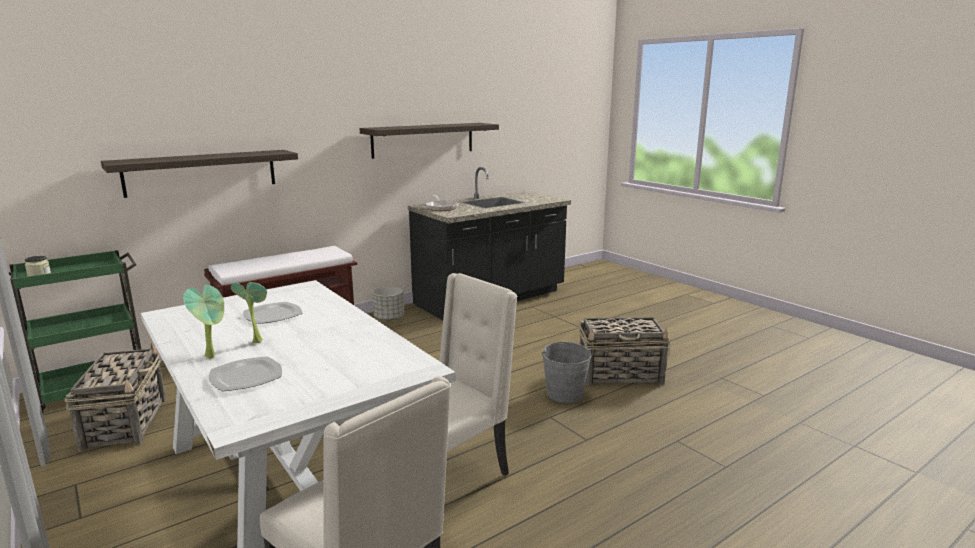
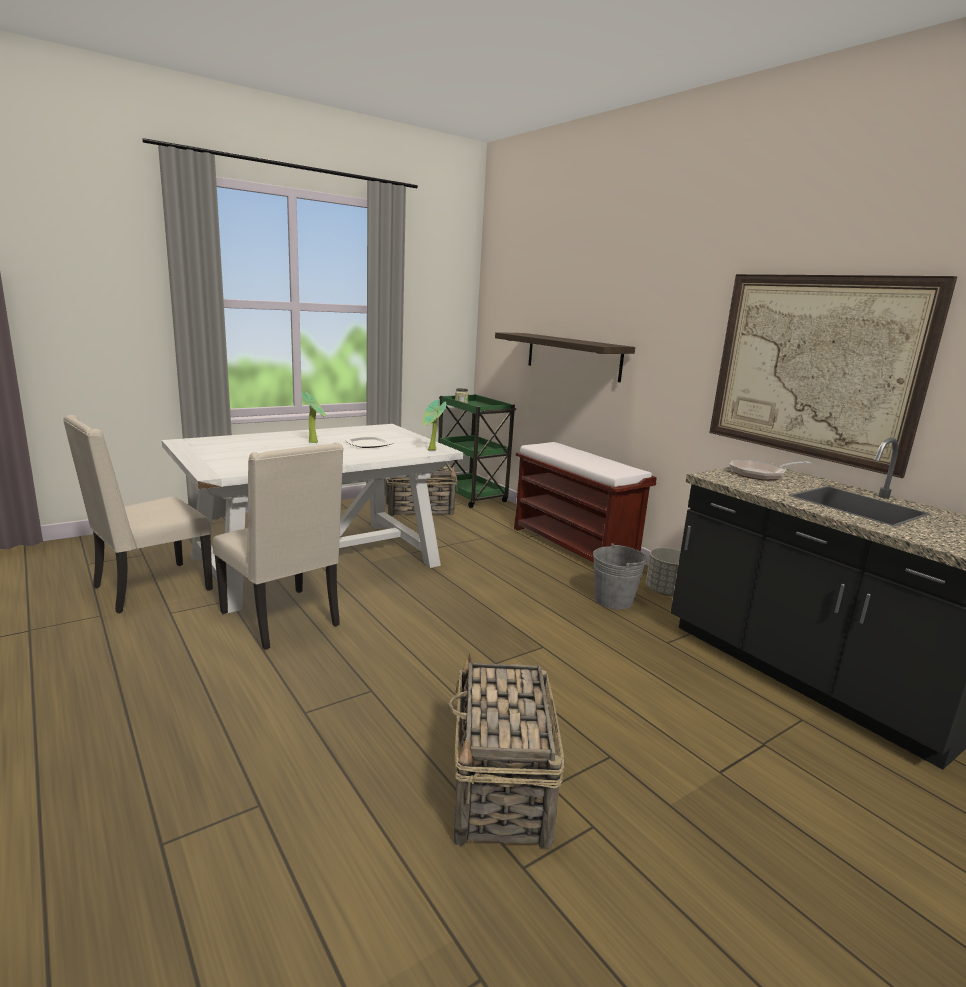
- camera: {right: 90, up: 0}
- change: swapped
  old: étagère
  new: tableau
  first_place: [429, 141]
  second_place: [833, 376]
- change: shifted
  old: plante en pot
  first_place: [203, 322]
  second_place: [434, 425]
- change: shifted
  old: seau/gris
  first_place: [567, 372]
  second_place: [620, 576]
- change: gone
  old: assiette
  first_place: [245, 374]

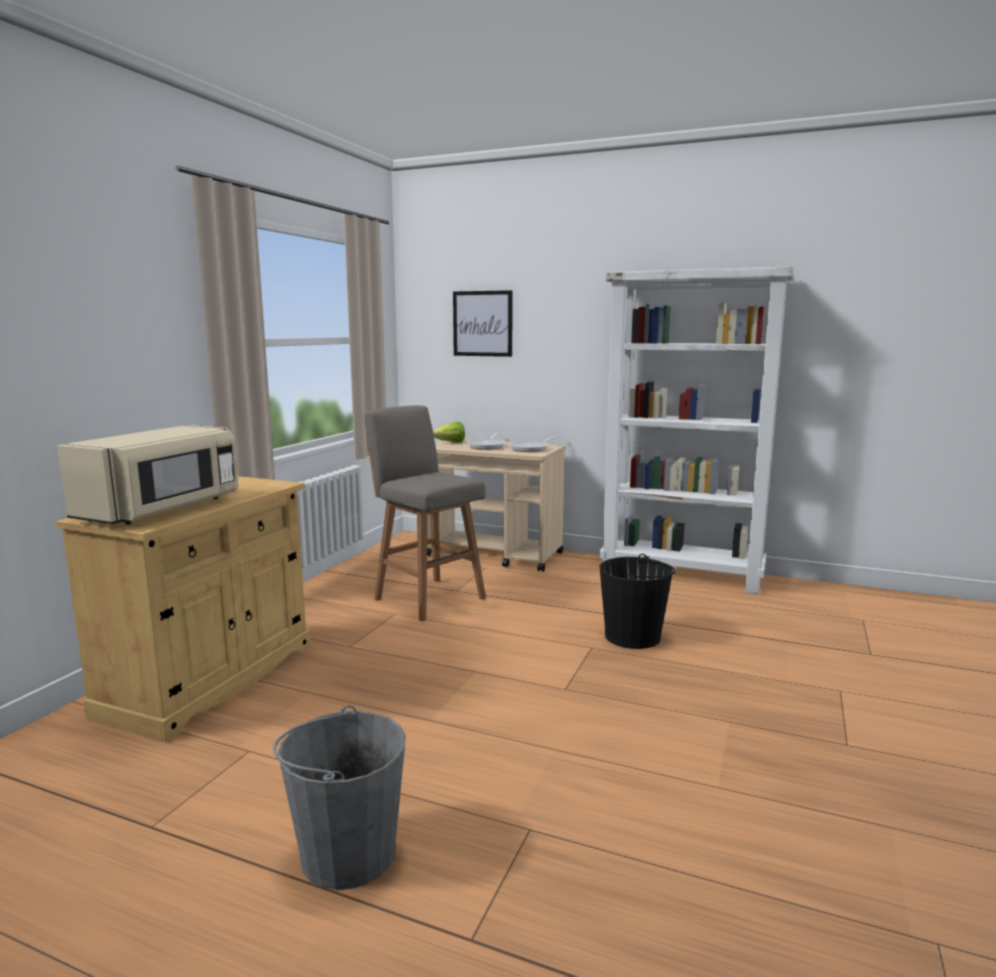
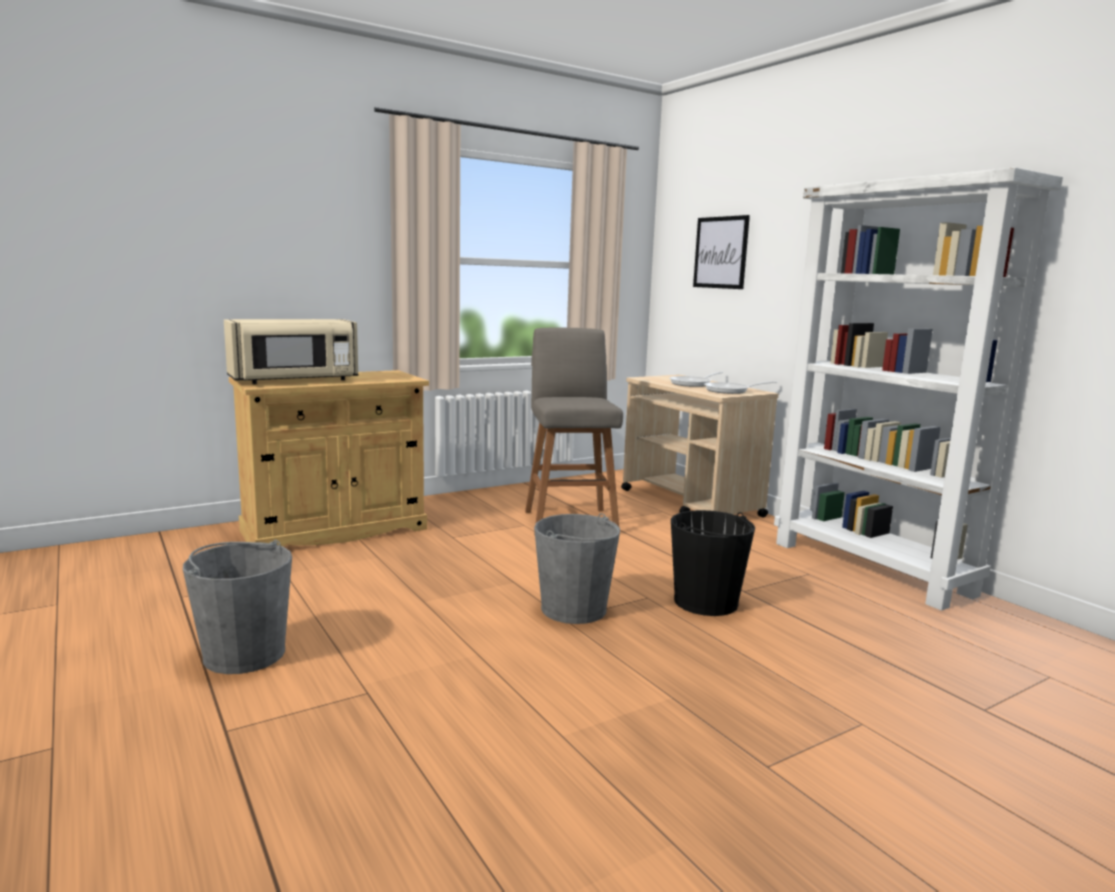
- camera: {right: 35, up: 0}
- change: gone
  old: laitue
  first_place: [449, 432]
- change: new
  new: seau/gris
  second_place: [577, 568]

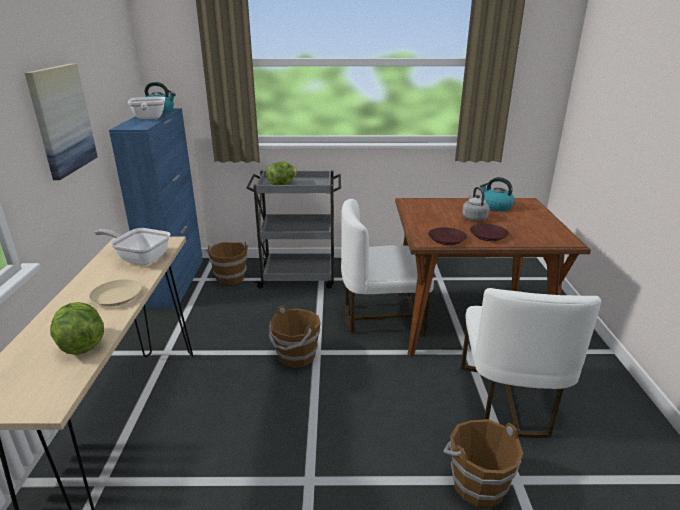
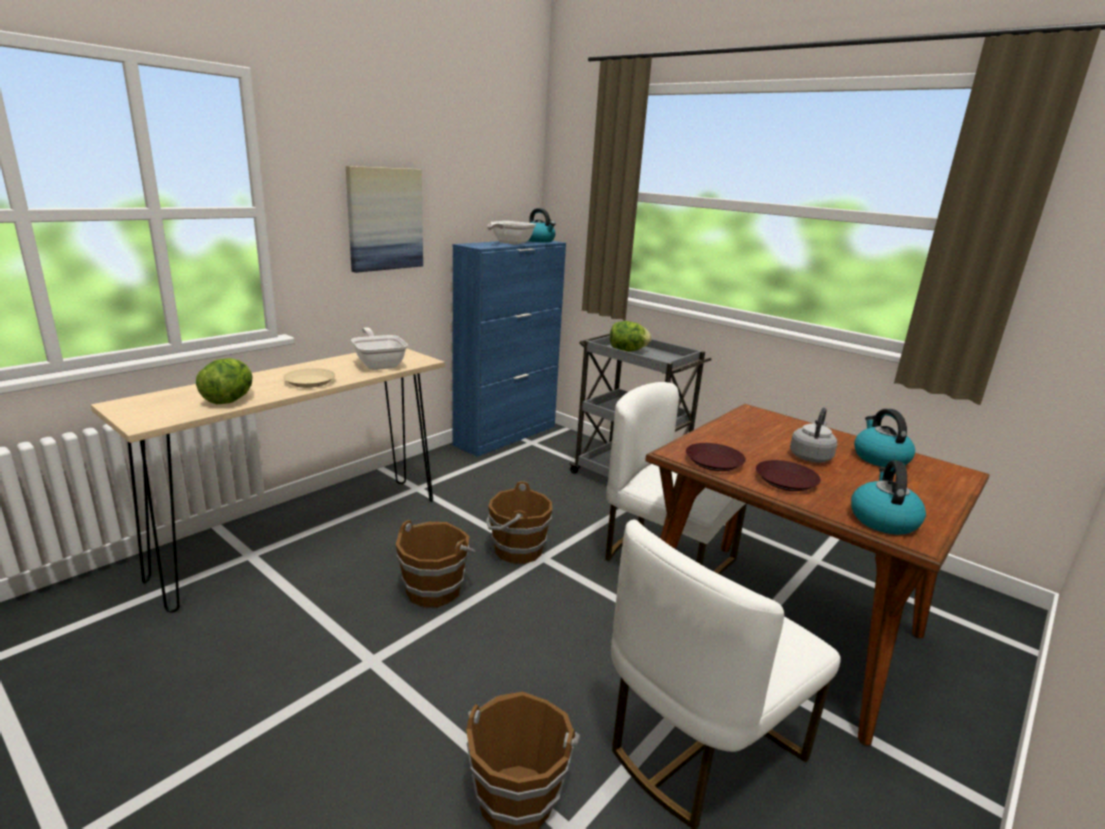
- camera: {right: 40, up: -5}
- change: shifted
  old: seau/marron
  first_place: [227, 263]
  second_place: [435, 564]
- change: new
  new: bouilloire
  second_place: [888, 497]

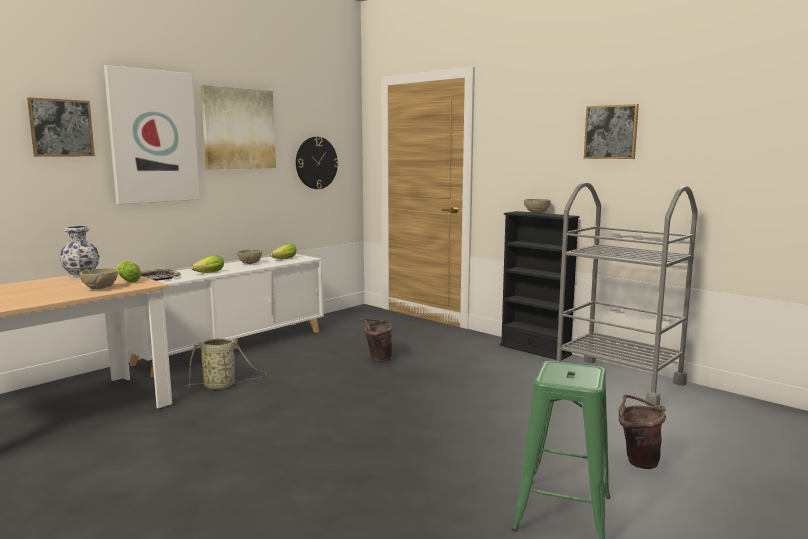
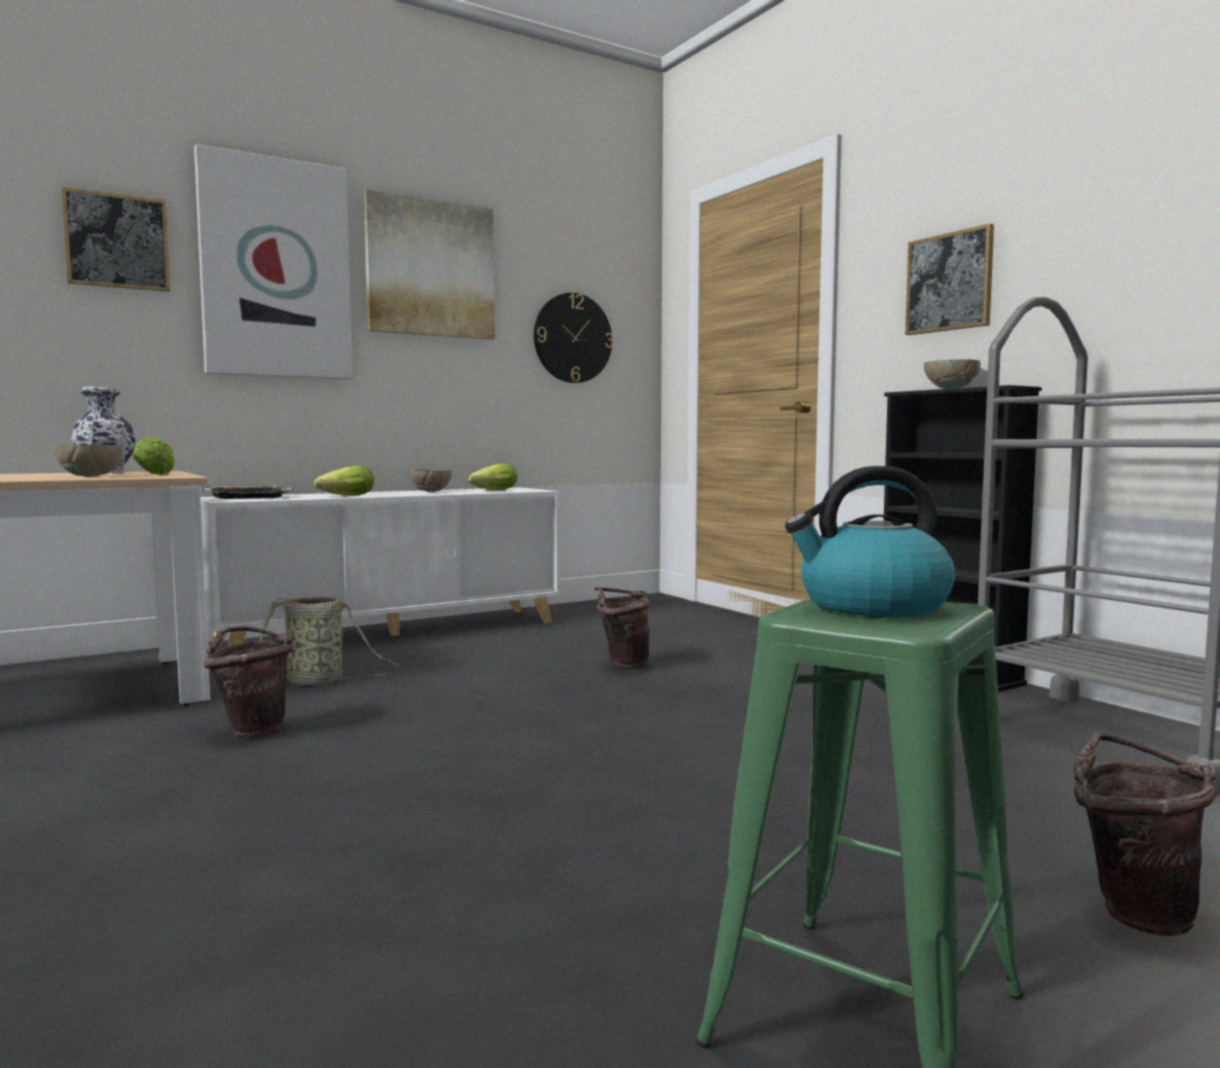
- camera: {right: 15, up: -5}
- change: shifted
  old: tableau
  first_place: [611, 131]
  second_place: [949, 279]
- change: new
  new: bouilloire
  second_place: [870, 541]
- change: new
  new: seau/marron
  second_place: [248, 682]

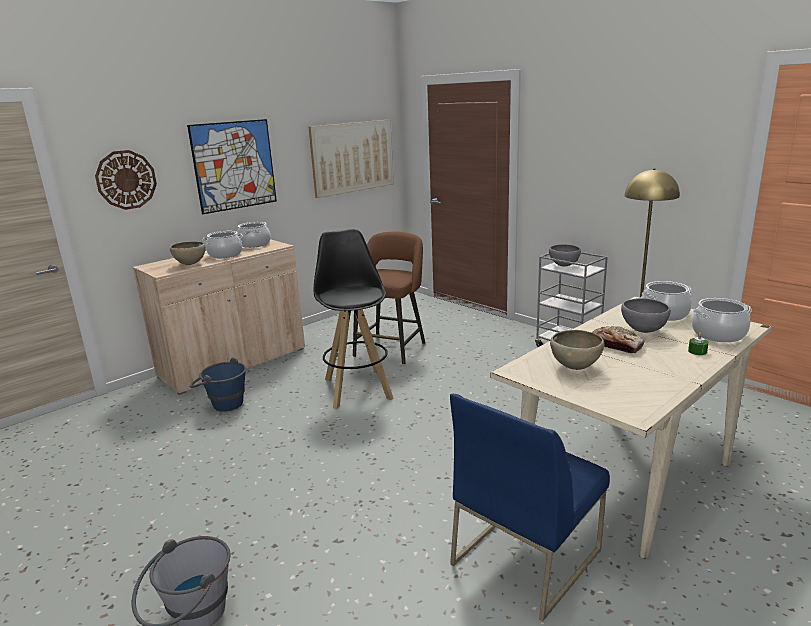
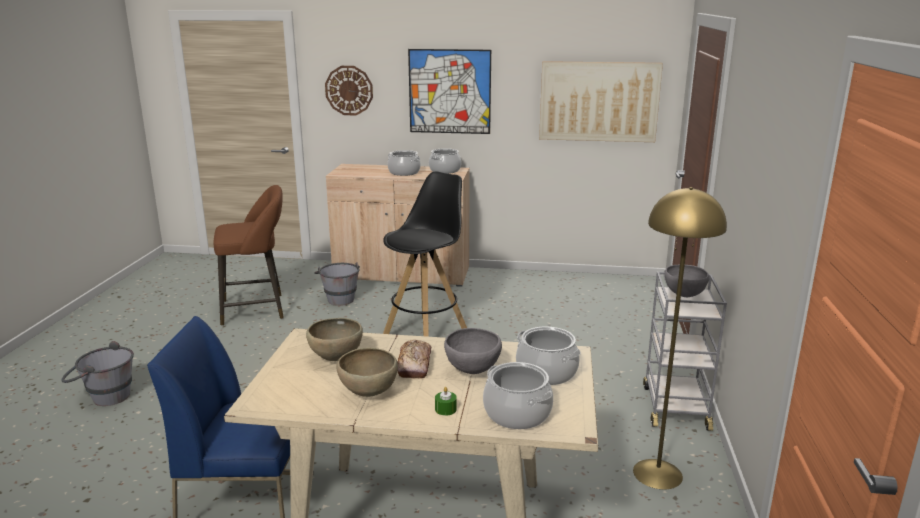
- camera: {right: 50, up: 0}
- change: shifted
  old: tabouret/marron
  first_place: [389, 298]
  second_place: [248, 255]
- change: shifted
  old: bol/marron
  first_place: [188, 253]
  second_place: [367, 372]
- change: repainted
  old: seau/bleu
  new: seau/gris
  first_place: [217, 384]
  second_place: [337, 284]

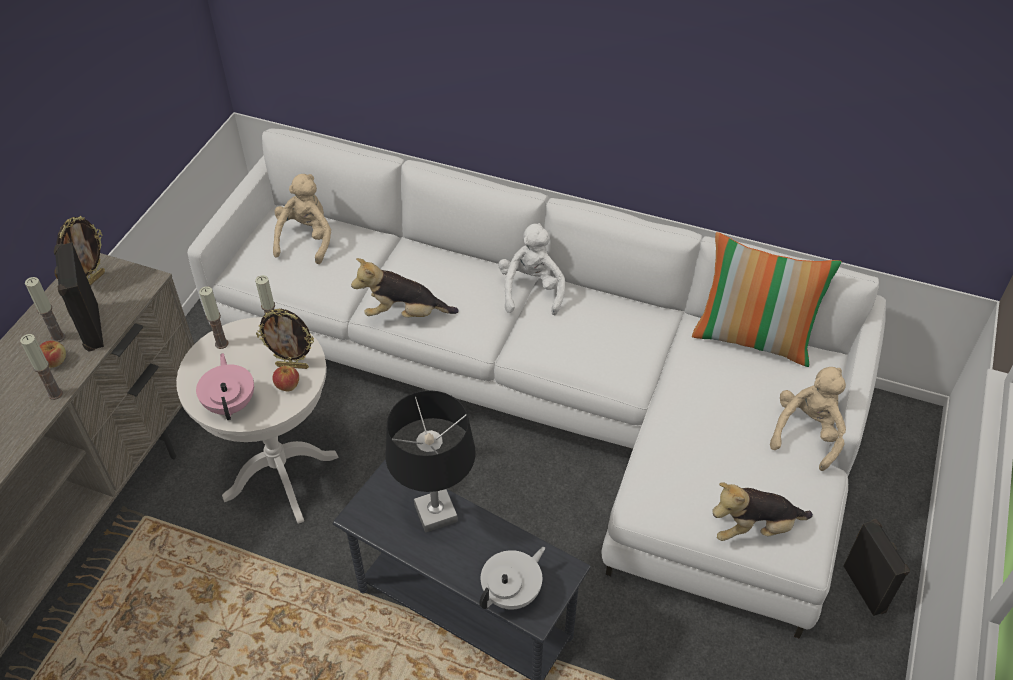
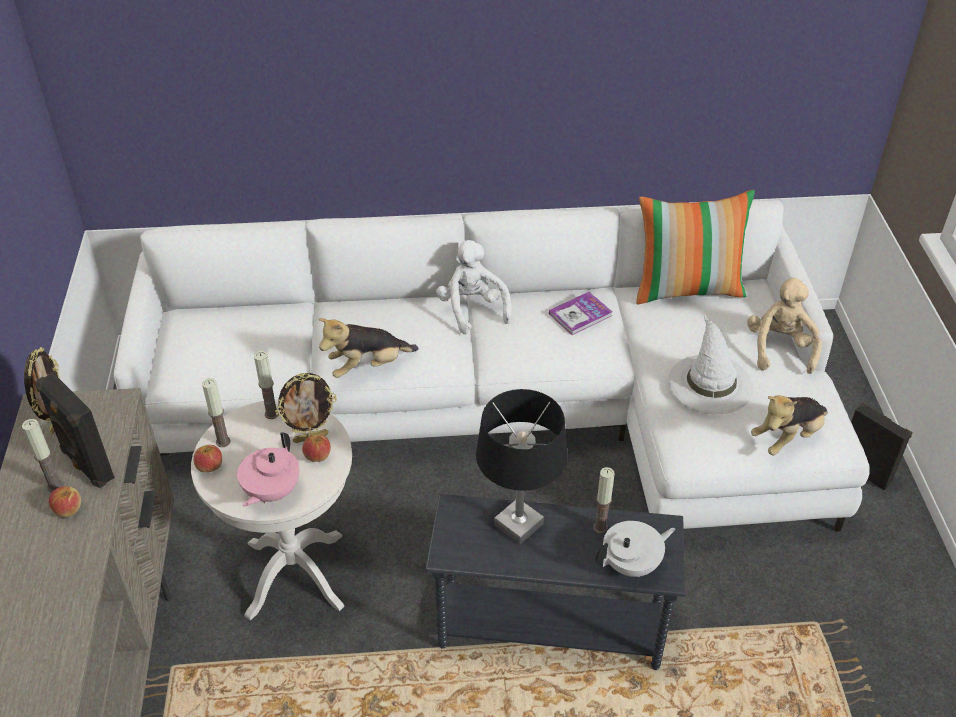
- camera: {right: -25, up: -5}
- change: gone
  old: peluche/beige
  first_place: [302, 219]
- change: shifted
  old: bougie
  first_place: [41, 367]
  second_place: [604, 500]
- change: rotated
  old: théière/rose
  first_place: [225, 386]
  second_place: [268, 469]
  degrees: -120
- change: rotated
  old: théière/blanc
  first_place: [512, 578]
  second_place: [635, 549]
  degrees: 45
- change: new
  new: livre
  second_place: [580, 313]
- change: new
  new: chapeau/blanc
  second_place: [711, 364]
- change: new
  new: pomme
  second_place: [208, 459]

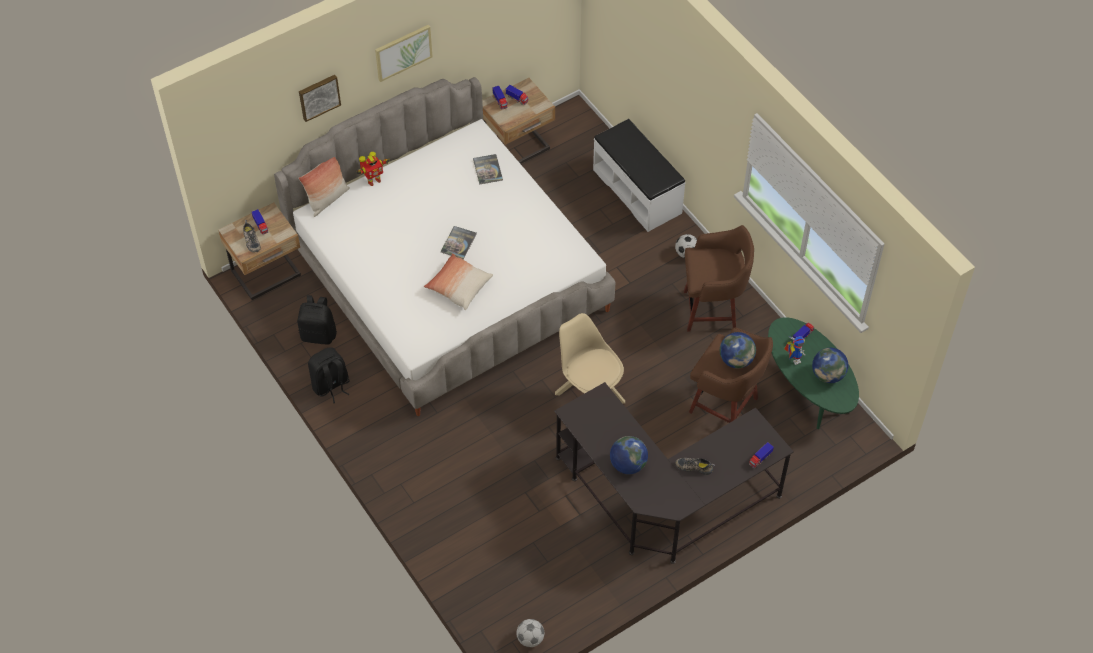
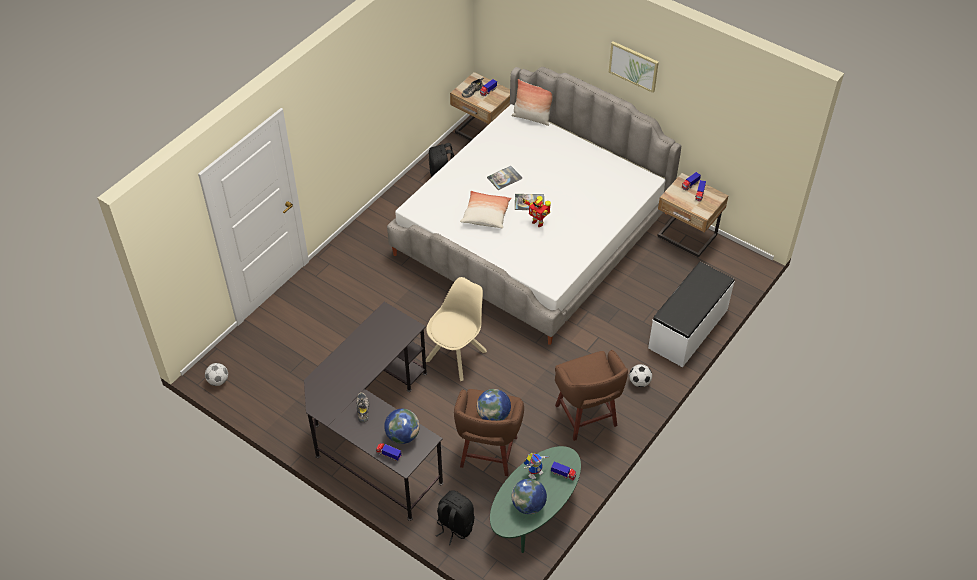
- camera: {right: 70, up: -5}
- change: gone
  old: tableau
  first_place: [320, 98]
- change: shifted
  old: robot jouet
  first_place: [373, 169]
  second_place: [536, 211]
- change: shifted
  old: livre
  first_place: [488, 169]
  second_place: [504, 178]
- change: shifted
  old: sac à dos/noir
  first_place: [329, 375]
  second_place: [455, 517]
- change: shifted
  old: globe
  first_place: [629, 455]
  second_place: [402, 426]

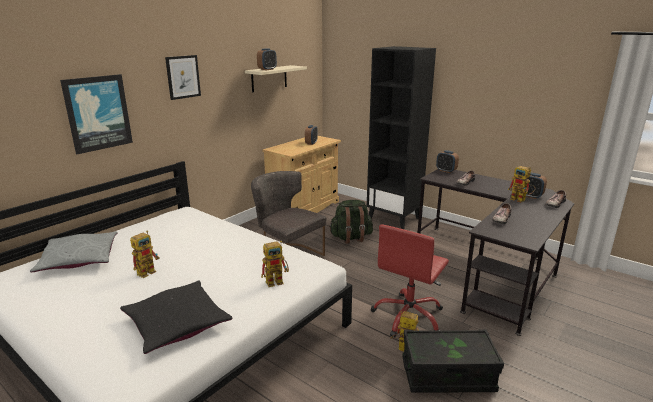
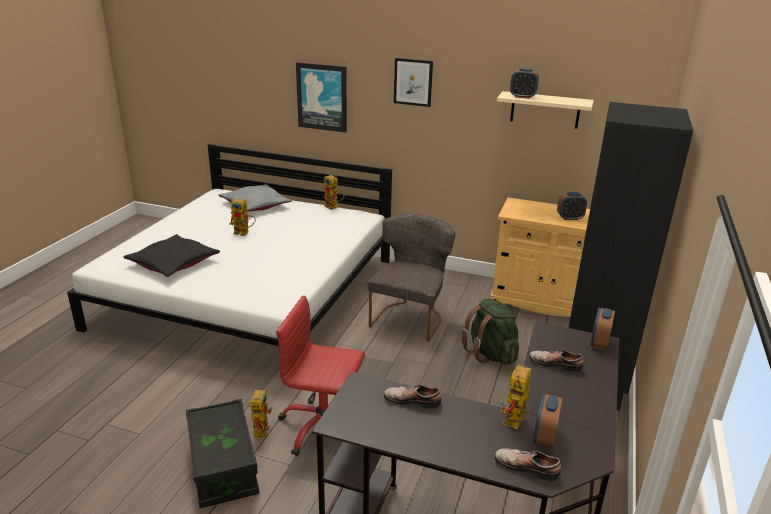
- camera: {right: 70, up: 5}
- change: shifted
  old: robot jouet
  first_place: [275, 263]
  second_place: [333, 192]

